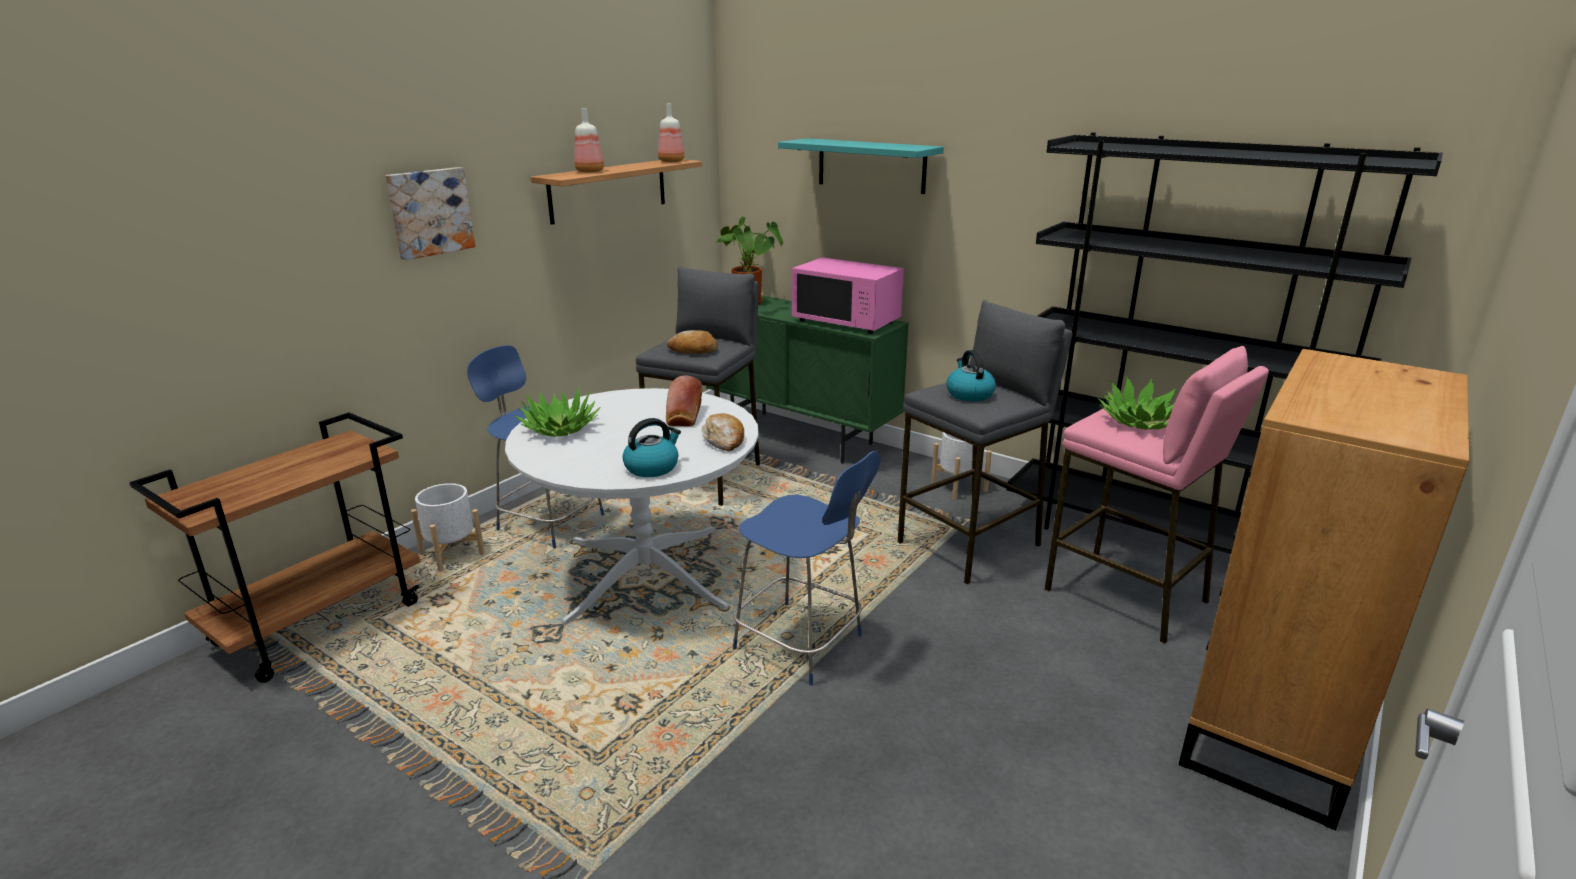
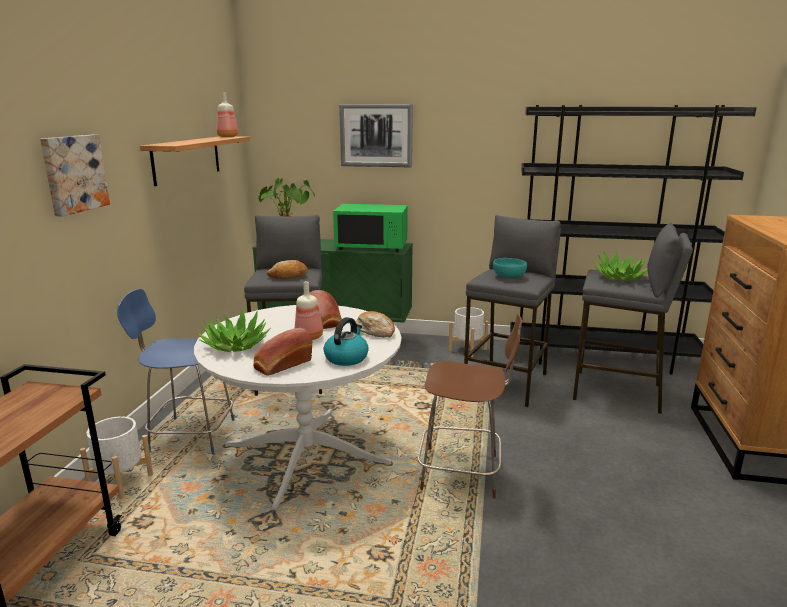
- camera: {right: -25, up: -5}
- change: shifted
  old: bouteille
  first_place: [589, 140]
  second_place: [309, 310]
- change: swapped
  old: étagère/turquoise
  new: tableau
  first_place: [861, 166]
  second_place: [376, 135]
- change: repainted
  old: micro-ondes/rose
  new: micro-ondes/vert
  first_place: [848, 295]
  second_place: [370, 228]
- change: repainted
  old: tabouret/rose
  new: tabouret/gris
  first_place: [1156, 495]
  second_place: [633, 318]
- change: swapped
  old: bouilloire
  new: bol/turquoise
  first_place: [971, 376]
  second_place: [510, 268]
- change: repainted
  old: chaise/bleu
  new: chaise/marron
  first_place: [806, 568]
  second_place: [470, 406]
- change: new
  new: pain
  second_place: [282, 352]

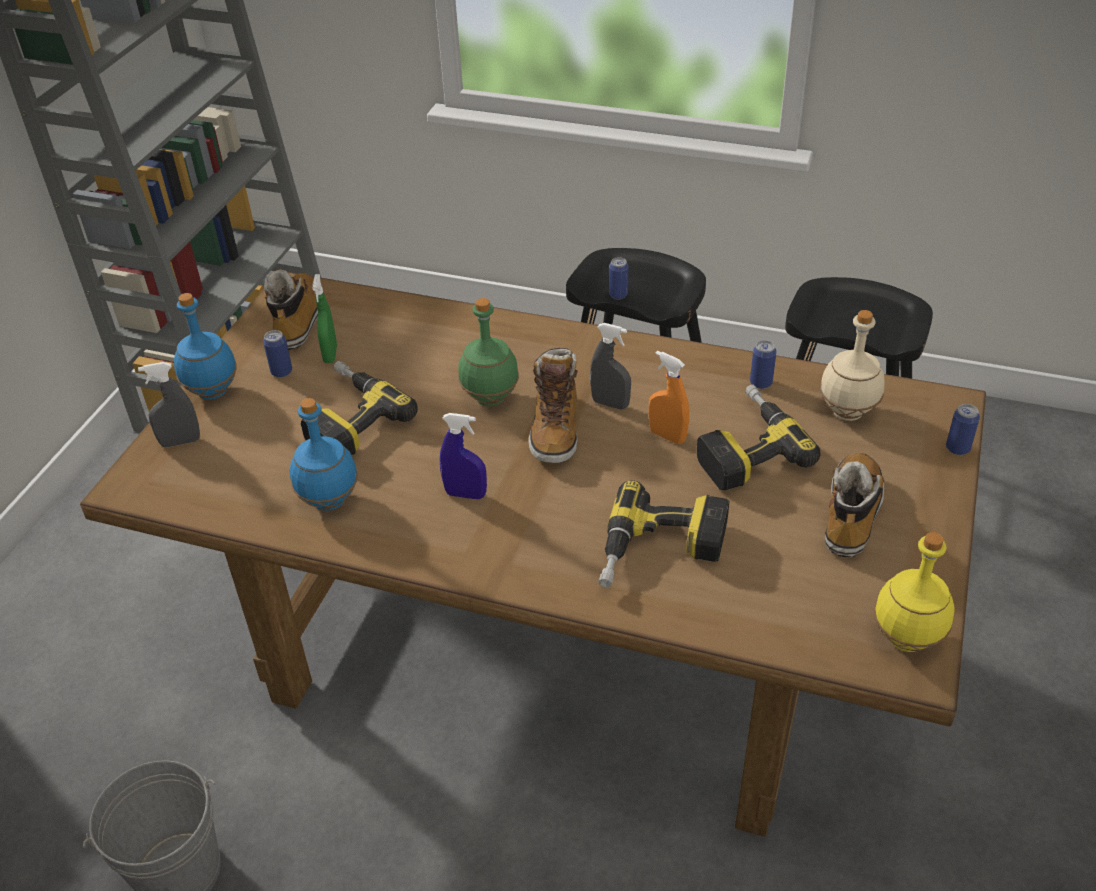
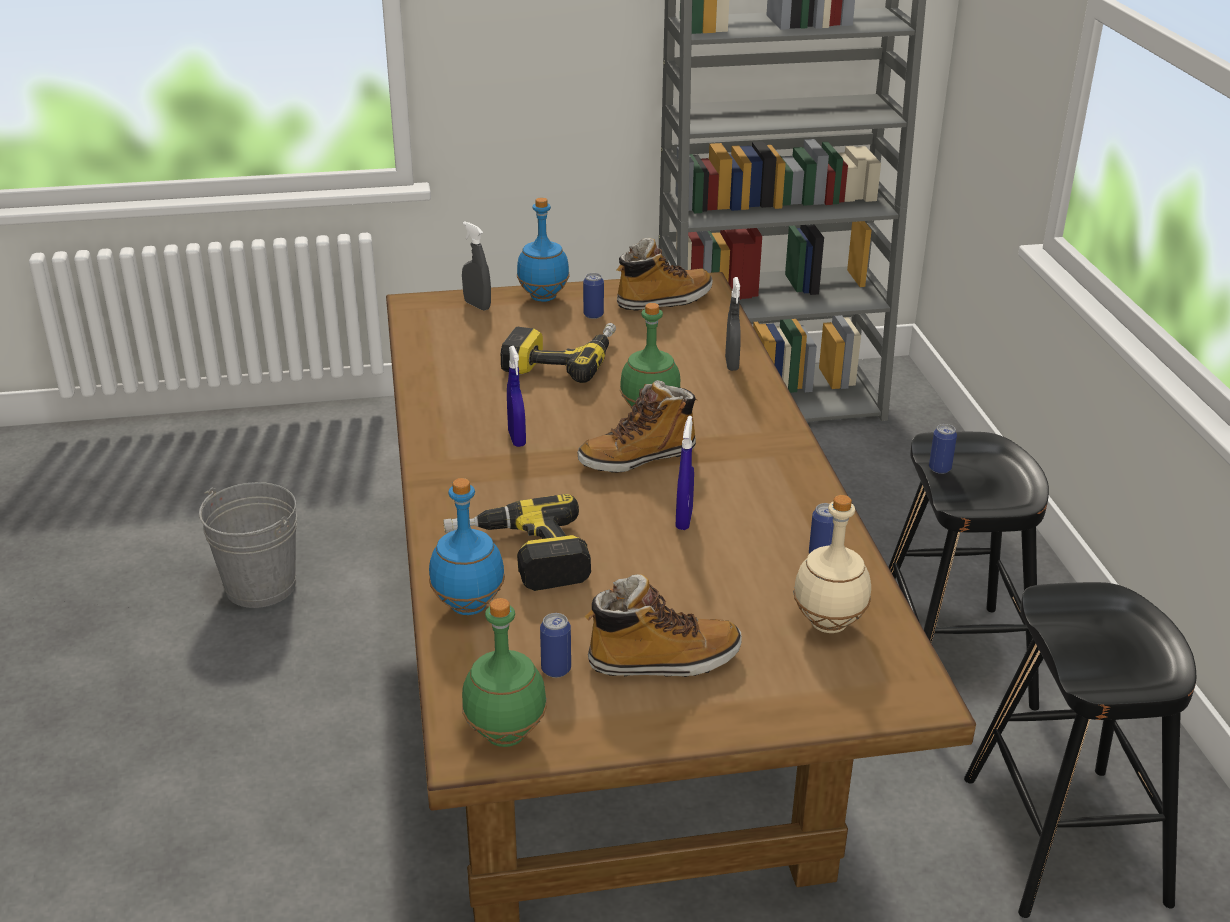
- camera: {right: 60, up: -10}
- change: gone
  old: vaporisateur/vert
  first_place: [324, 318]
- change: shifted
  old: vaporisateur/gris
  first_place: [610, 366]
  second_place: [733, 324]
- change: repainted
  old: vaporisateur/orange
  new: vaporisateur/bleu
  first_place: [669, 397]
  second_place: [685, 473]
- change: gone
  old: perceuse
  first_place: [758, 437]
- change: shifted
  old: bouteille/bleu
  first_place: [324, 454]
  second_place: [467, 546]
- change: shifted
  old: boîte métallique
  first_place: [963, 429]
  second_place: [555, 645]
- change: repainted
  old: bouteille/jaune
  new: bouteille/vert
  first_place: [914, 592]
  second_place: [504, 672]

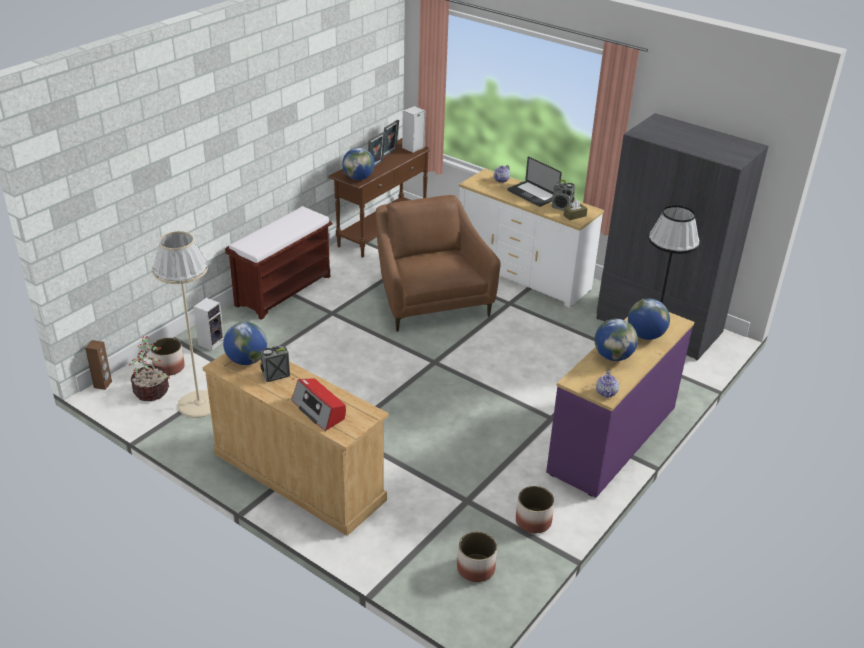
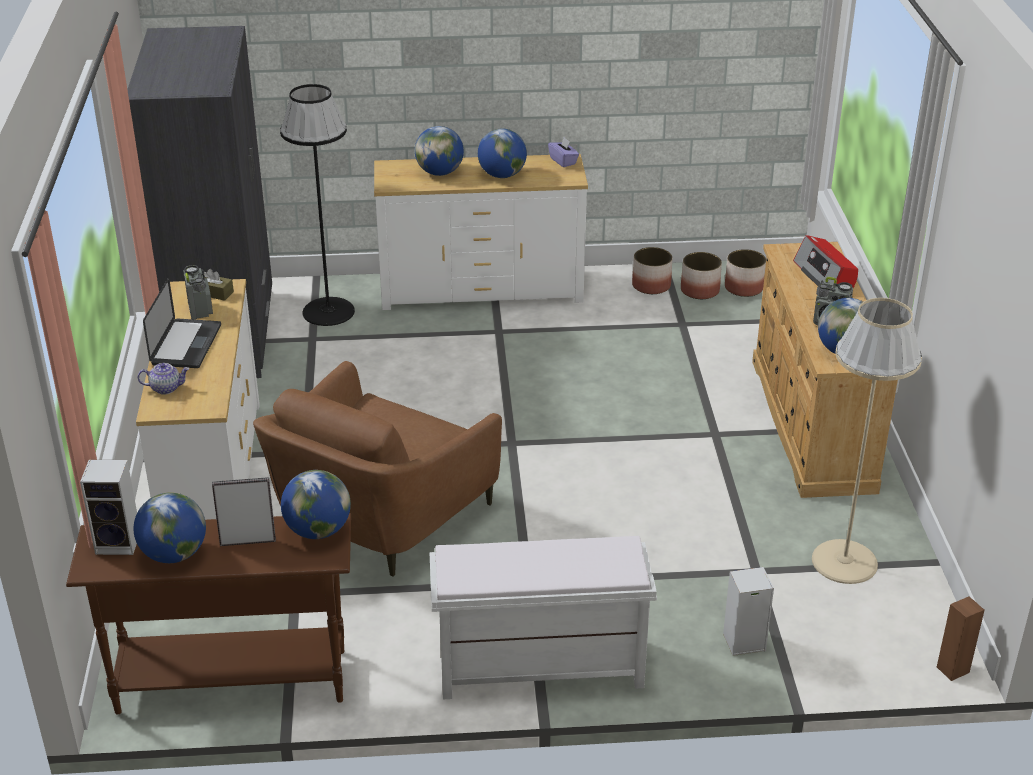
- camera: {right: -130, up: 0}
- change: swapped
  old: cadre photo
  new: globe
  first_place: [391, 139]
  second_place: [170, 527]
- change: repainted
  old: banc/marron
  new: banc/blanc
  first_place: [279, 263]
  second_place: [543, 617]
- change: repainted
  old: commode/violet
  new: commode/blanc
  first_place: [620, 405]
  second_place: [481, 232]
- change: gone
  old: plante en pot
  first_place: [149, 368]
- change: shifted
  old: cache-pot
  first_place: [167, 357]
  second_place: [701, 275]
- change: swapped
  old: théière
  new: boîte à mouchoirs/violet
  first_place: [607, 384]
  second_place: [563, 152]
- change: rotated
  old: radio
  first_place: [318, 404]
  second_place: [825, 261]
  degrees: 150

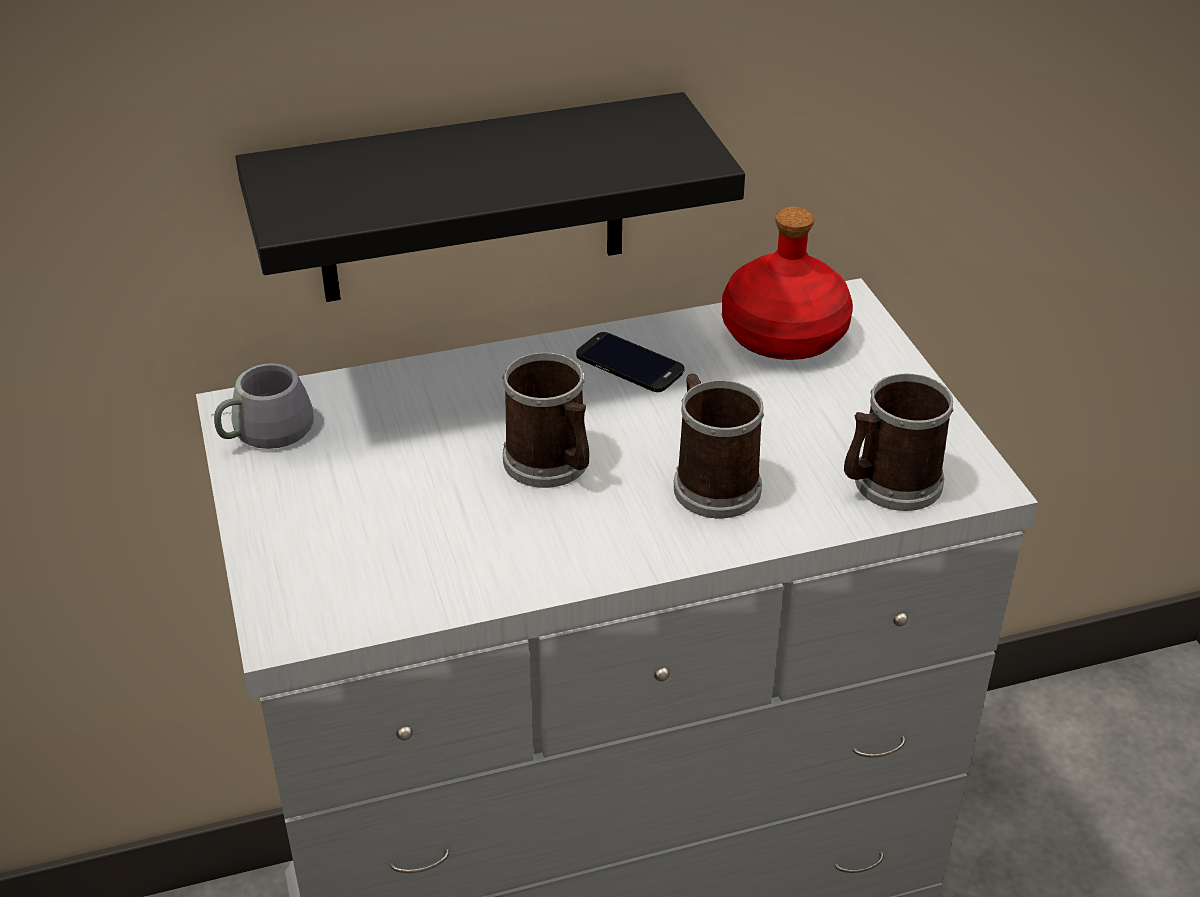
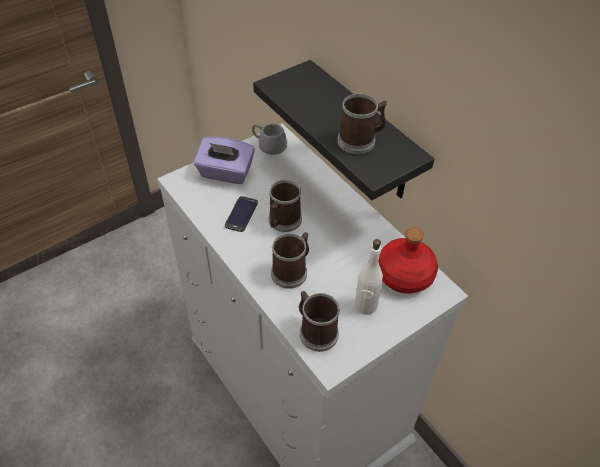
- camera: {right: 70, up: 10}
- change: shifted
  old: téléphone
  first_place: [630, 362]
  second_place: [241, 214]
- change: new
  new: mug
  second_place: [362, 124]
- change: new
  new: boîte à mouchoirs/violet
  second_place: [224, 160]
- change: new
  new: bouteille/blanc
  second_place: [368, 277]

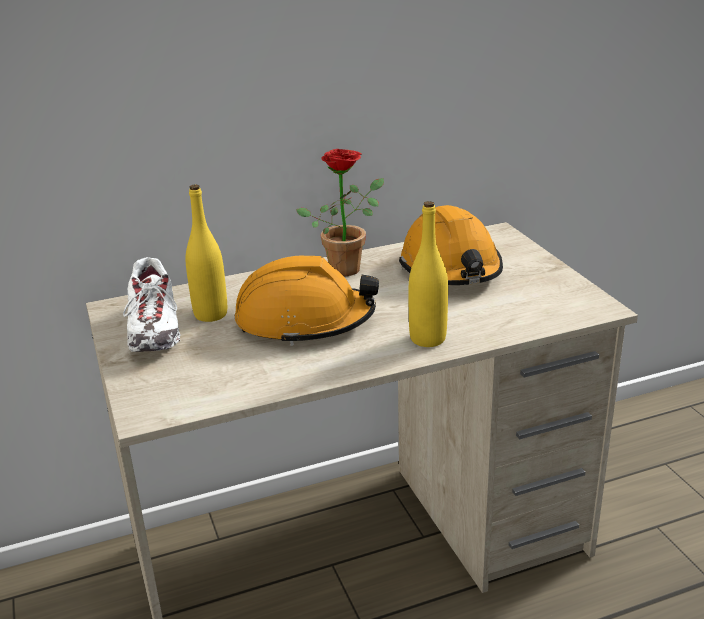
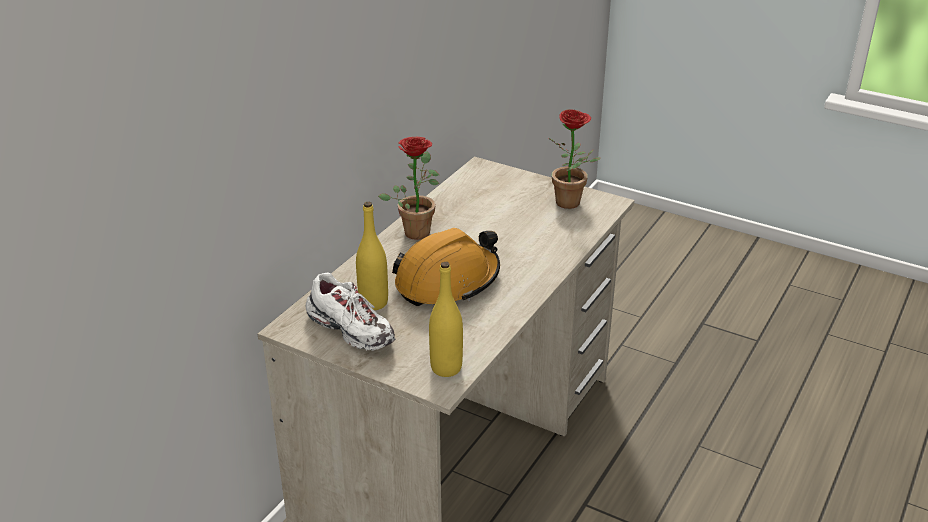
- camera: {right: -40, up: 5}
- change: shifted
  old: bouteille/jaune
  first_place: [428, 274]
  second_place: [446, 319]
- change: gone
  old: casque de chantier/orange
  first_place: [451, 245]
- change: new
  new: plante en pot
  second_place: [574, 159]

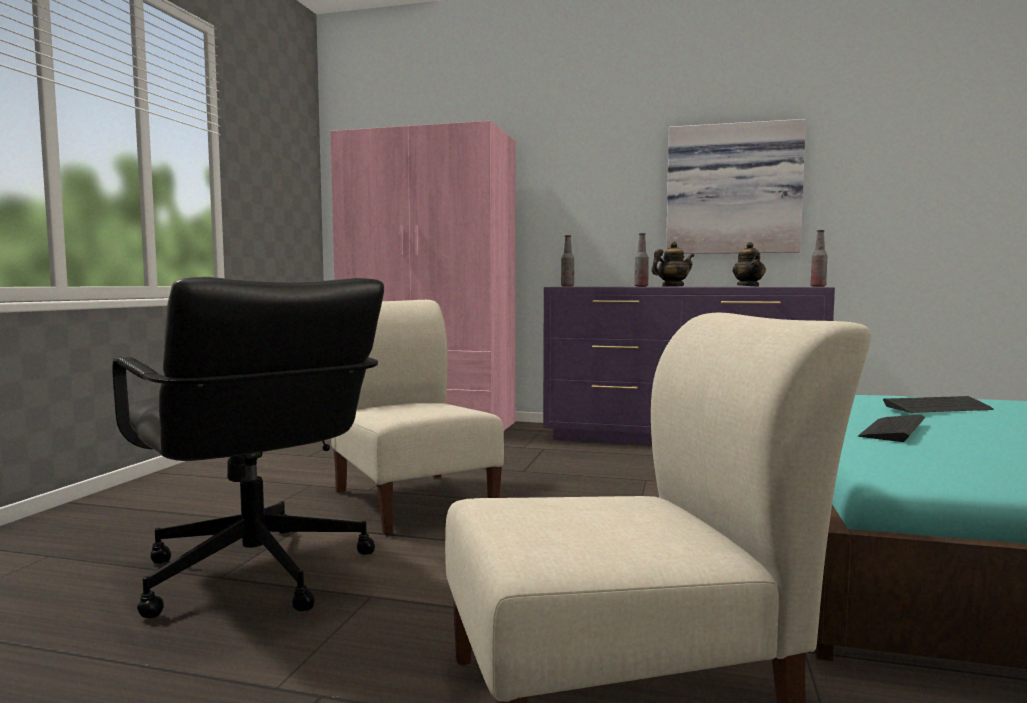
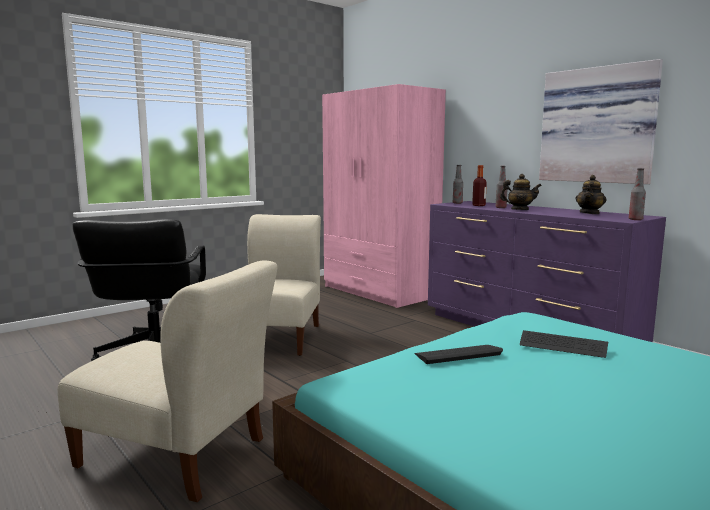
- camera: {right: 35, up: 5}
- change: new
  new: bouteille
  second_place: [479, 185]

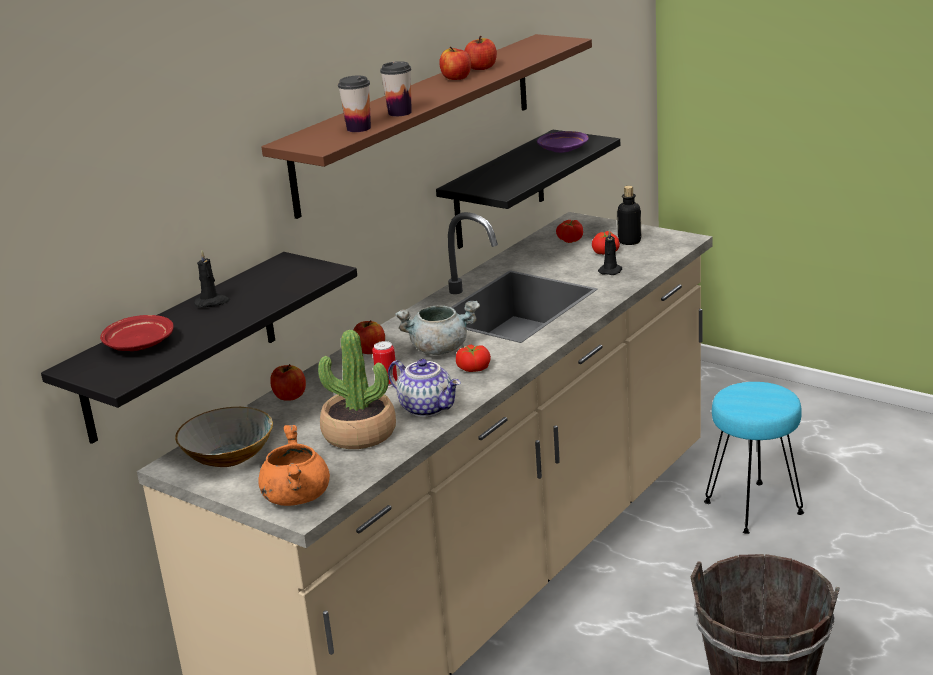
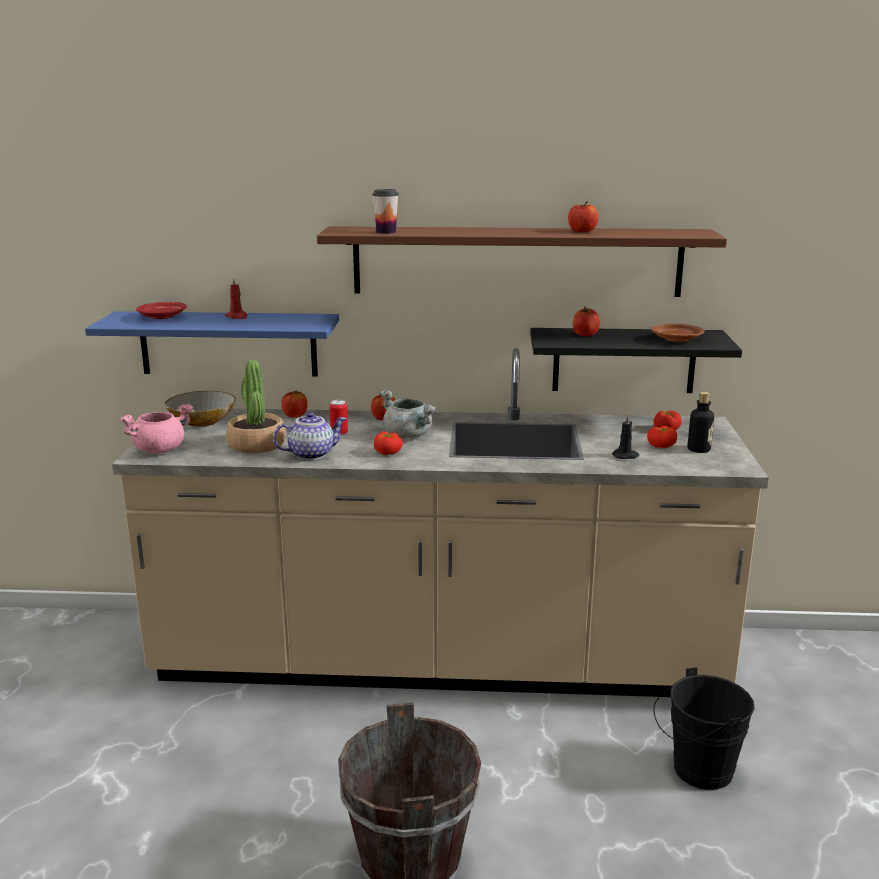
- camera: {right: 55, up: -5}
- change: shifted
  old: pomme
  first_place: [455, 63]
  second_place: [586, 321]
- change: gone
  old: tasse
  first_place: [396, 89]
- change: repainted
  old: assiette/violet
  new: assiette/marron
  first_place: [563, 142]
  second_place: [678, 333]
- change: repainted
  old: bougie/noir
  new: bougie/rouge
  first_place: [212, 278]
  second_place: [236, 297]
- change: repainted
  old: étagère/noir
  new: étagère/bleu
  first_place: [199, 348]
  second_place: [212, 344]
- change: rotated
  old: théière
  first_place: [424, 388]
  second_place: [310, 436]
  degrees: -120
- change: swapped
  old: tabouret/turquoise
  new: seau/noir
  first_place: [754, 458]
  second_place: [704, 728]
- change: repainted
  old: marmite/orange
  new: marmite/rose
  first_place: [294, 465]
  second_place: [156, 429]

